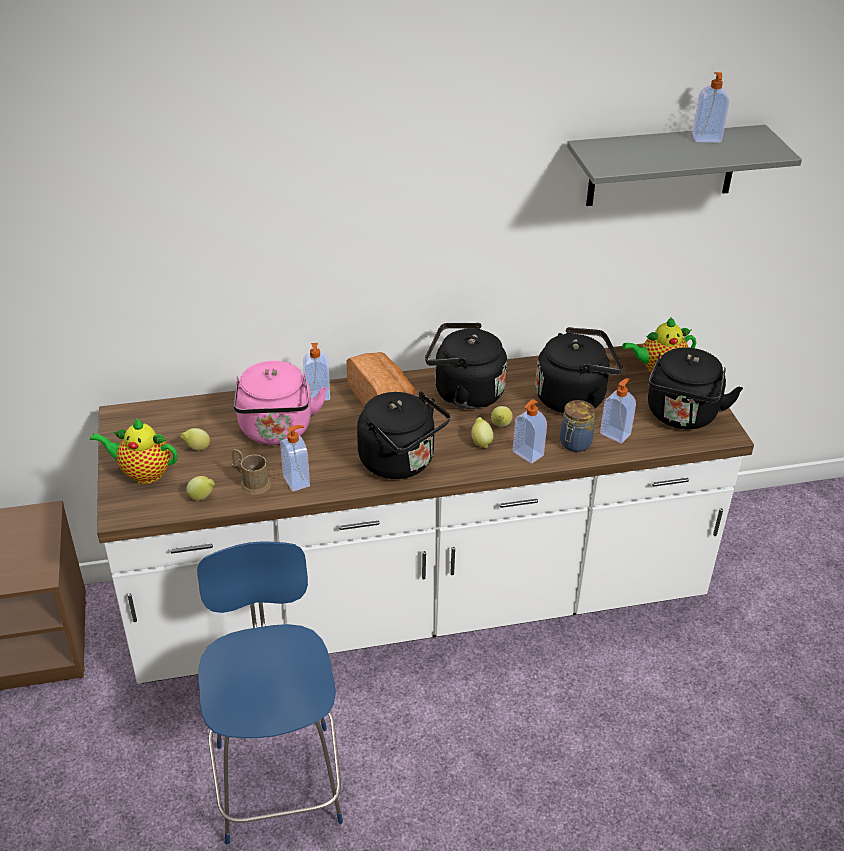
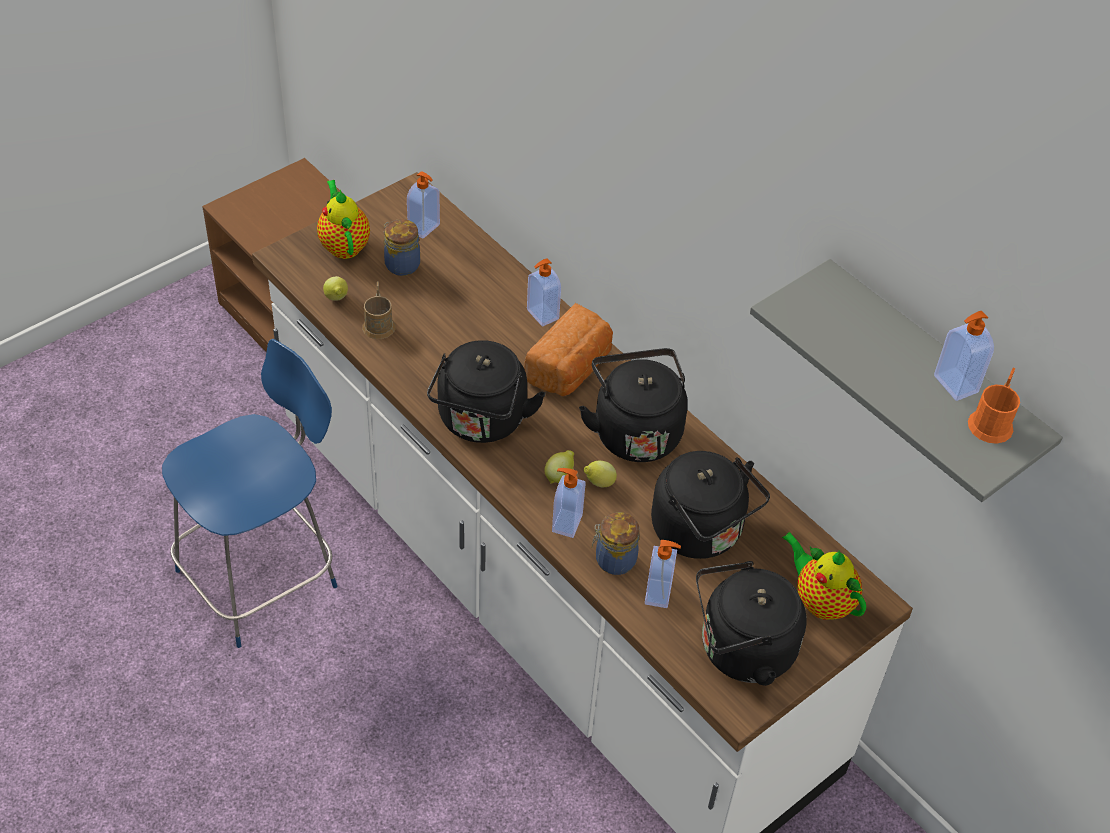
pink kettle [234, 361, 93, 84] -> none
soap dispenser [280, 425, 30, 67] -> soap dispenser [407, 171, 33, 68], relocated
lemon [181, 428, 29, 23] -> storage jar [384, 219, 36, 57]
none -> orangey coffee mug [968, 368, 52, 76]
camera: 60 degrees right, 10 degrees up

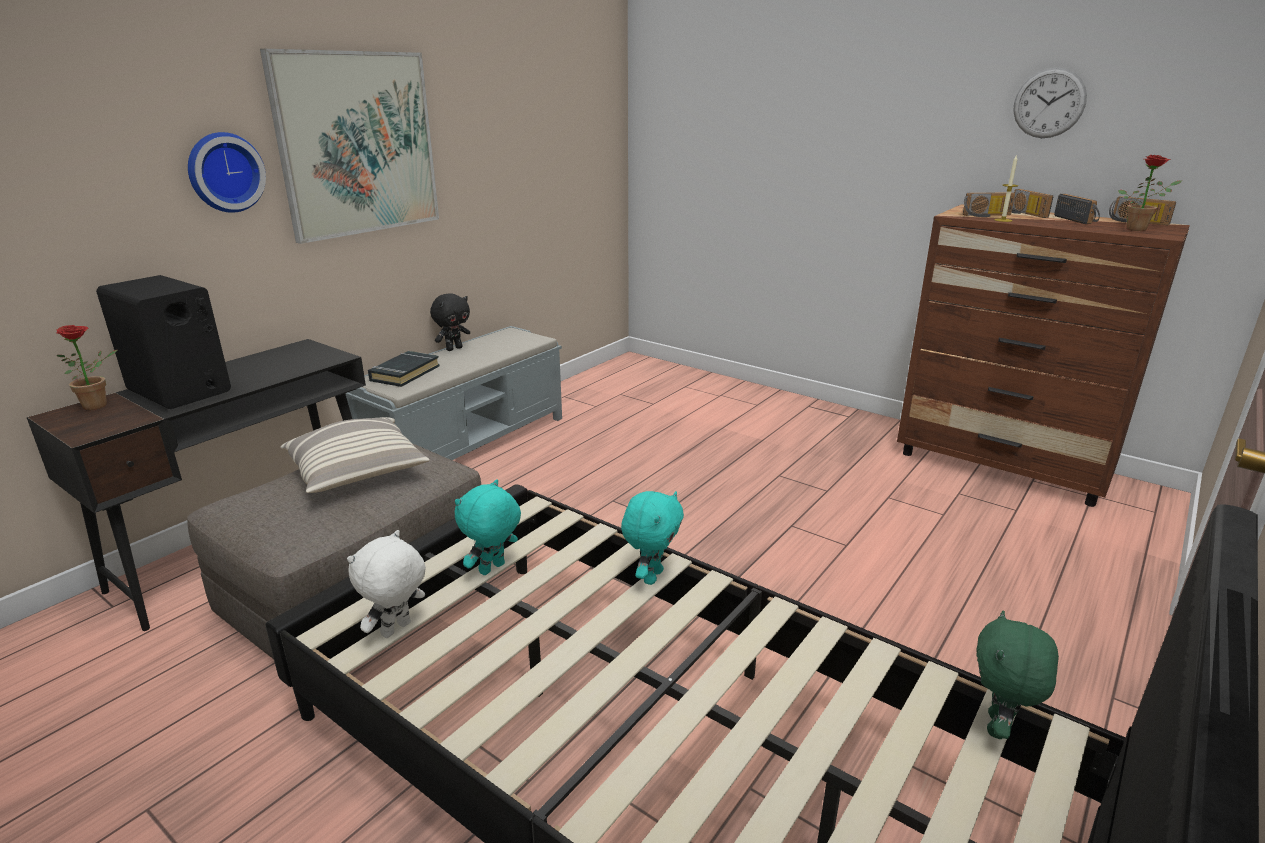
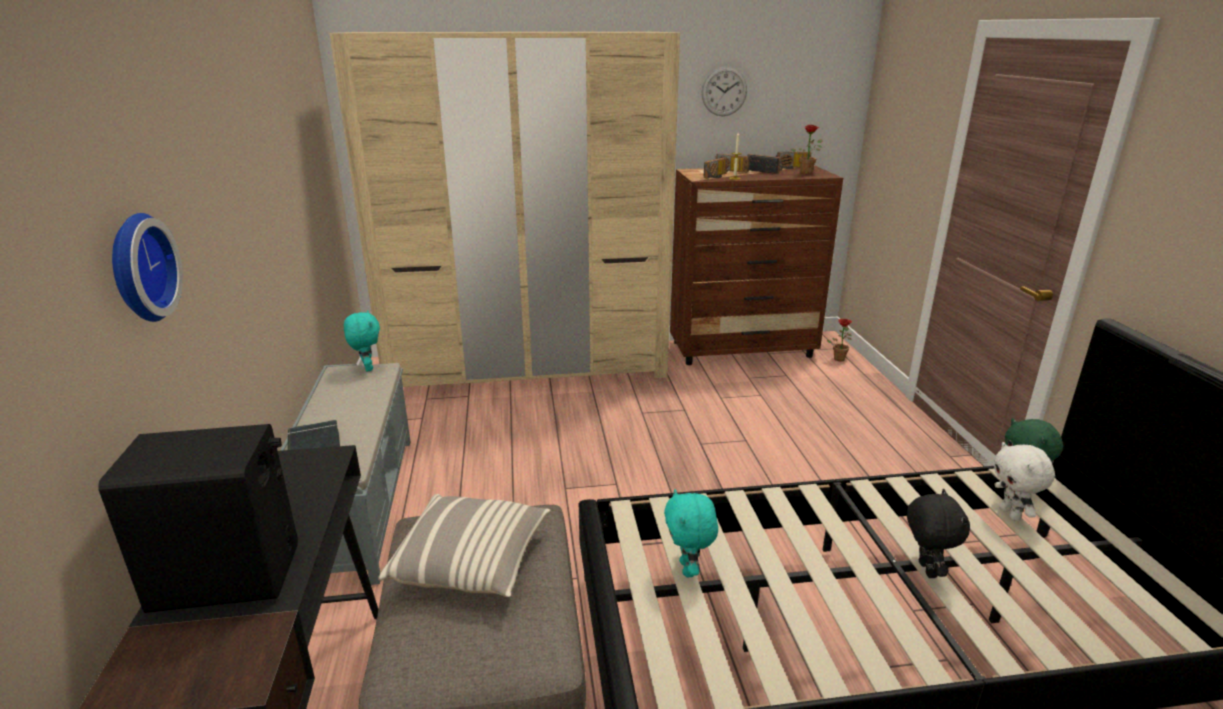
picture [260, 49, 179, 195] -> none
black-coloured cuddly toy [430, 293, 40, 58] -> black-coloured cuddly toy [907, 489, 63, 89], relocated
potted plant [56, 325, 62, 85] -> potted plant [827, 319, 25, 42], relocated
turquoise-coloured cuddly toy [621, 491, 63, 94] -> turquoise-coloured cuddly toy [344, 310, 36, 61], relocated
white-coloured cuddly toy [347, 530, 79, 108] -> white-coloured cuddly toy [994, 442, 61, 79], relocated
none -> beige wardrobe [329, 32, 351, 355]
camera: 45 degrees left, 0 degrees up

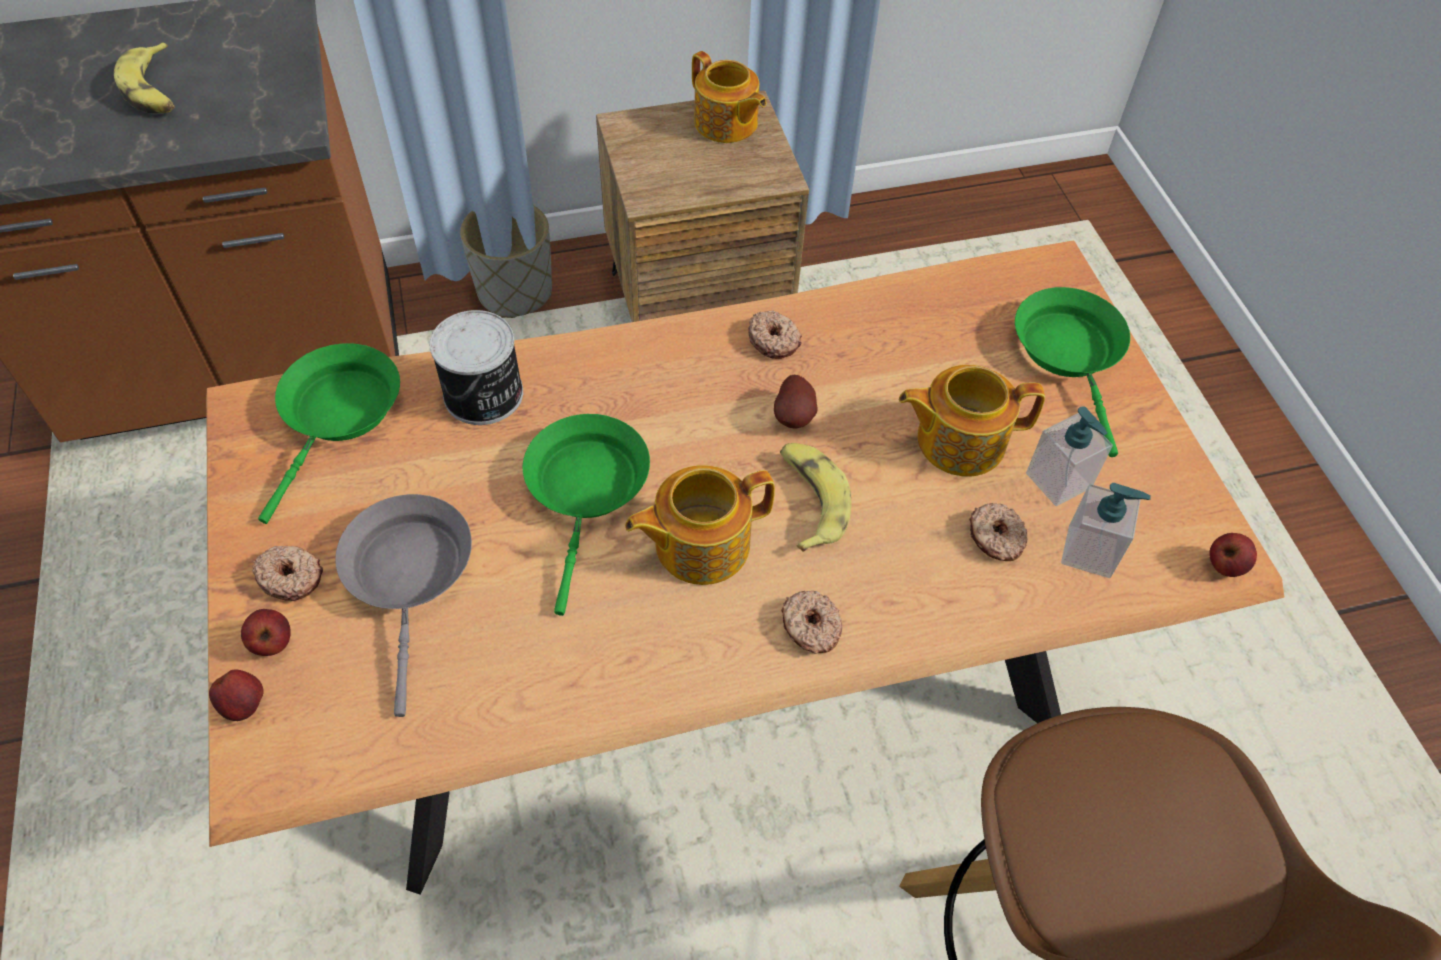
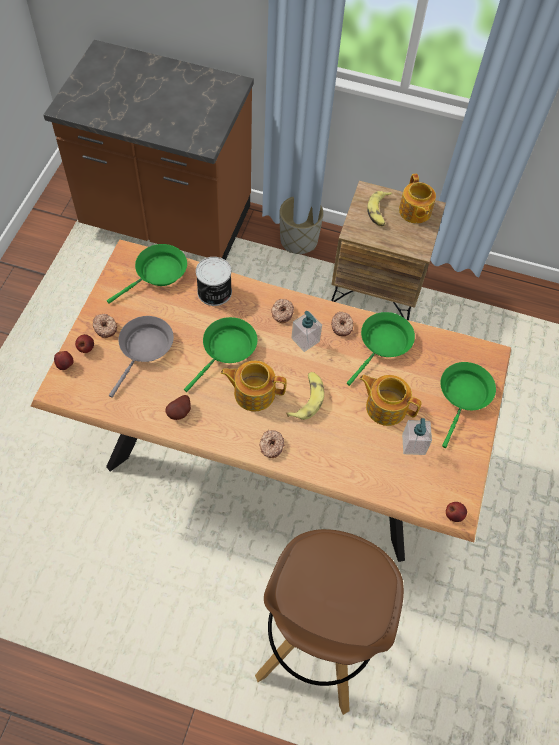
banana fruit [114, 42, 61, 71] -> banana fruit [367, 191, 25, 35], relocated
potato [774, 375, 44, 54] -> potato [165, 395, 26, 25], relocated
soap dispenser [1061, 483, 90, 95] -> soap dispenser [291, 311, 31, 41], relocated
ring doughnut [969, 503, 59, 58] -> ring doughnut [271, 298, 23, 25], relocated
none -> green-coloured pan [347, 312, 68, 74]
camera: 30 degrees right, 5 degrees up

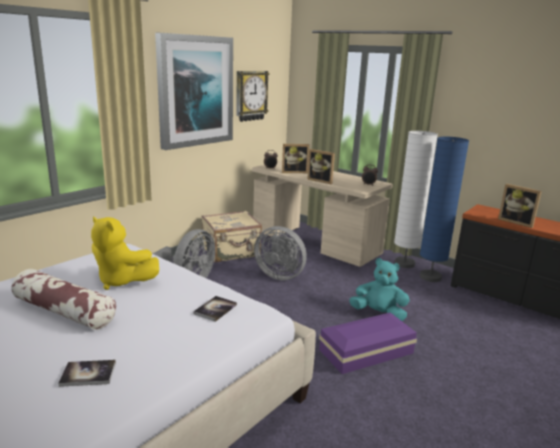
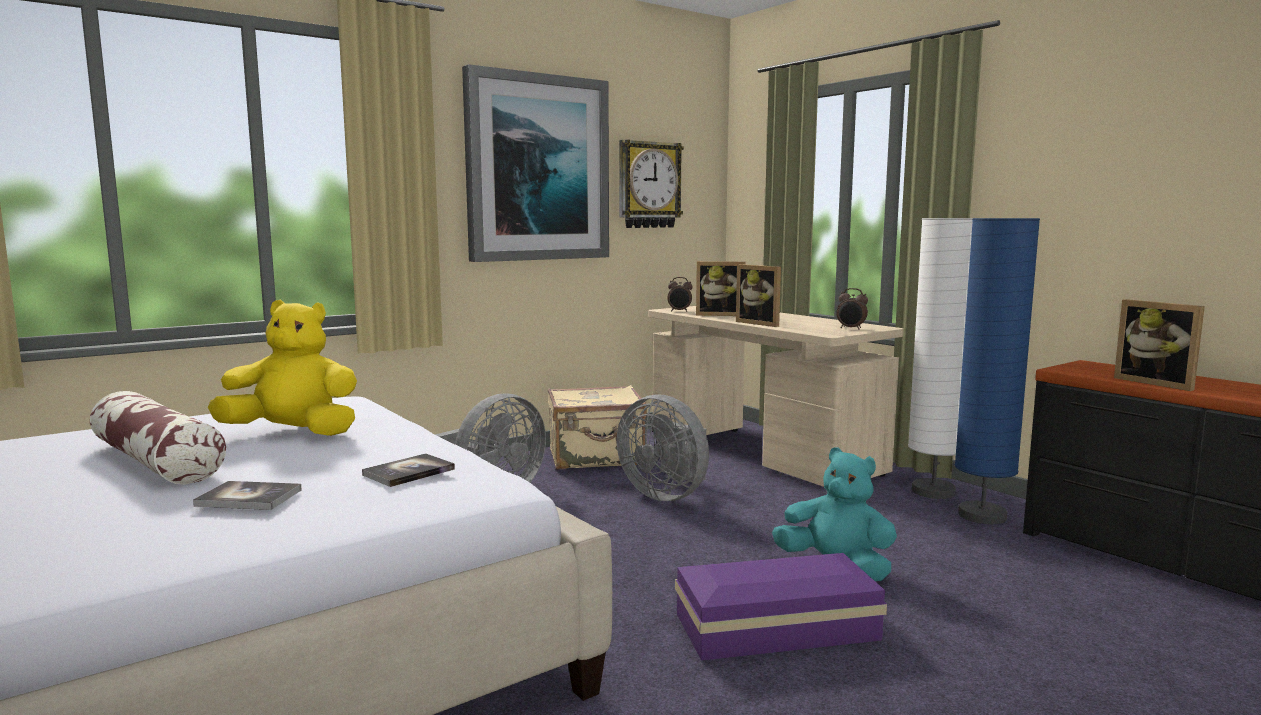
yellow cuddly toy [91, 216, 68, 74] -> yellow cuddly toy [208, 300, 149, 136], 135 degrees clockwise
book [58, 360, 58, 27] -> book [193, 481, 109, 29], relocated
camera: 15 degrees right, 10 degrees down

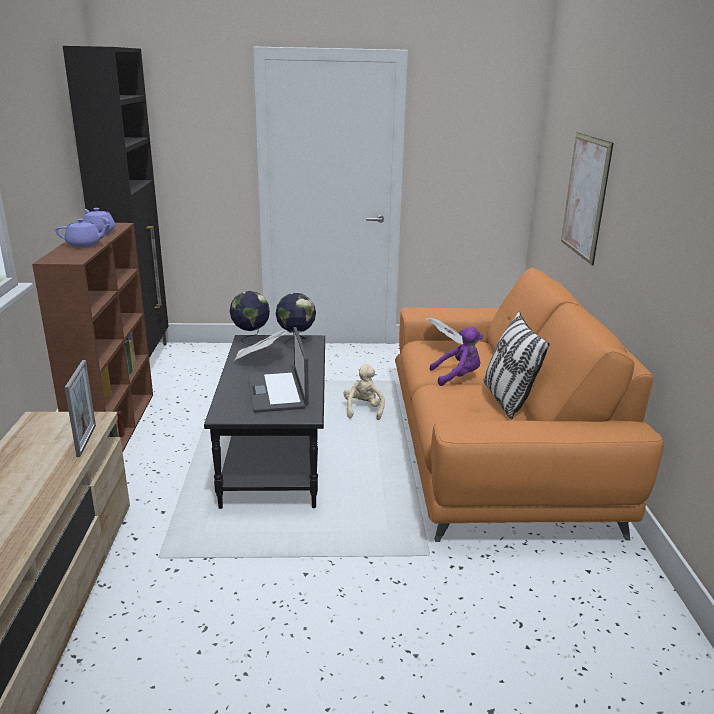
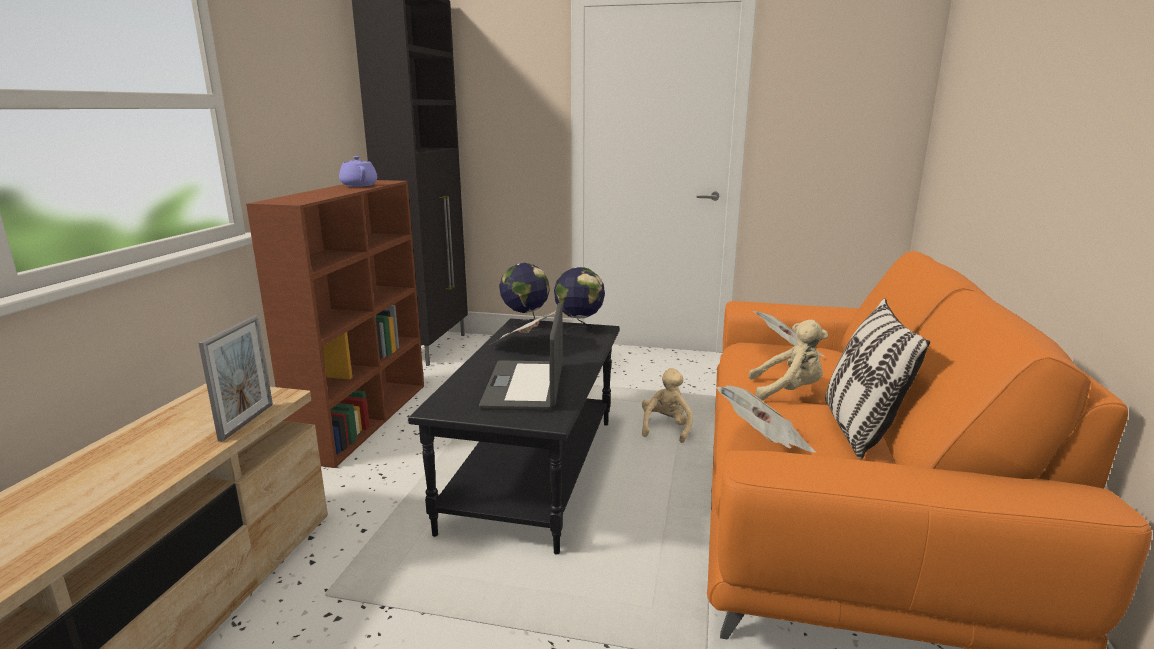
picture [561, 133, 53, 133] -> none
purple-coloured pot for tea [55, 219, 56, 29] -> none
purple-coloured cuddly toy [430, 327, 53, 59] -> beige cuddly toy [749, 320, 79, 80]
none -> newspaper [716, 385, 100, 68]
camera: 15 degrees right, 5 degrees down

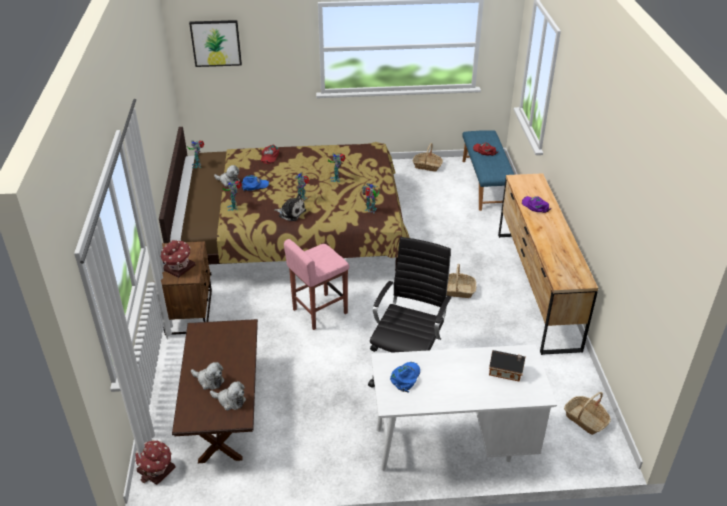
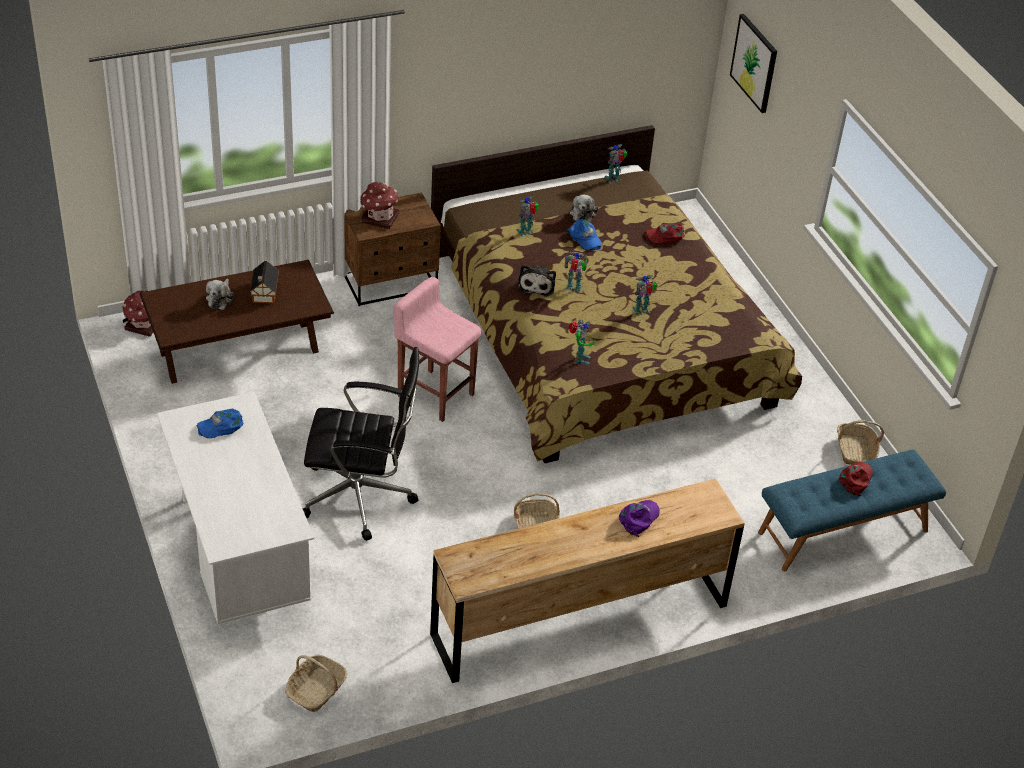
toy house [489, 350, 36, 32] -> toy house [250, 261, 29, 42], relocated
blue peaked cap [390, 362, 30, 31] -> blue peaked cap [196, 408, 47, 30], 150 degrees clockwise
cuddly toy [210, 381, 36, 30] -> none
camera: 70 degrees right, 5 degrees up

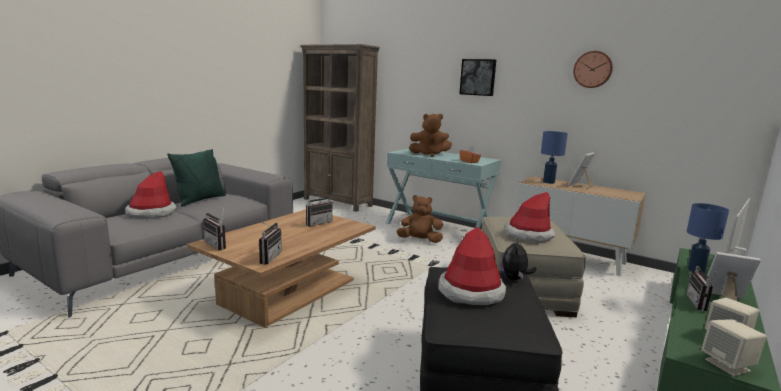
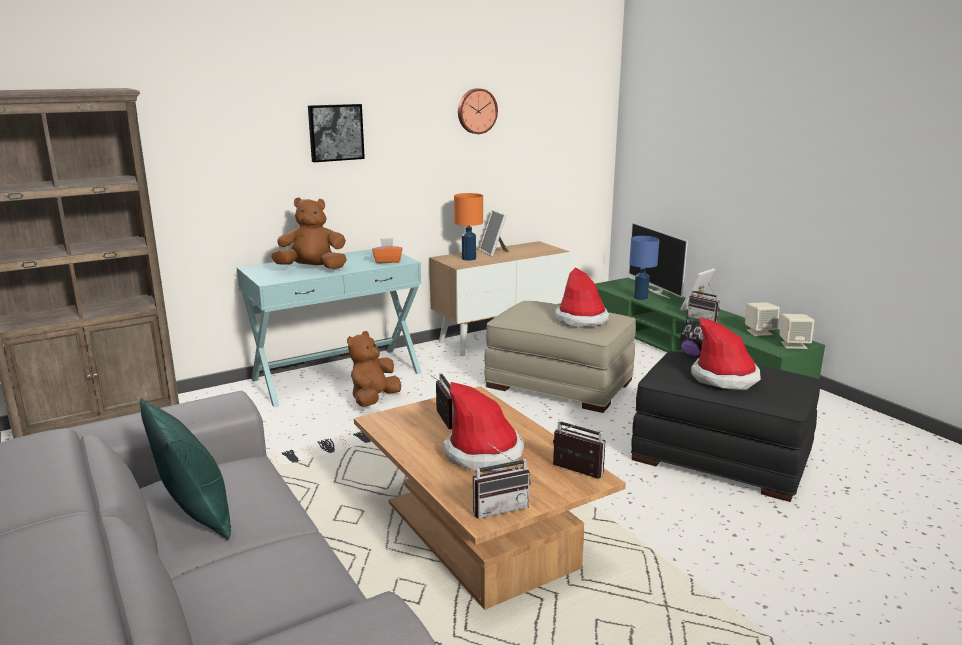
brownish cuddly toy [409, 114, 43, 43] -> brownish cuddly toy [271, 198, 76, 71], 120 degrees counterclockwise
blue lamp for a table [541, 131, 27, 53] -> orangey lamp for a table [454, 193, 29, 68]
hat [125, 171, 52, 47] -> hat [443, 382, 81, 90], relocated
camera: 65 degrees left, 5 degrees up

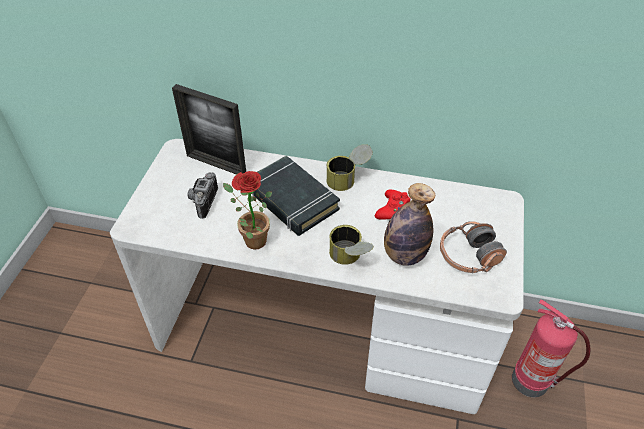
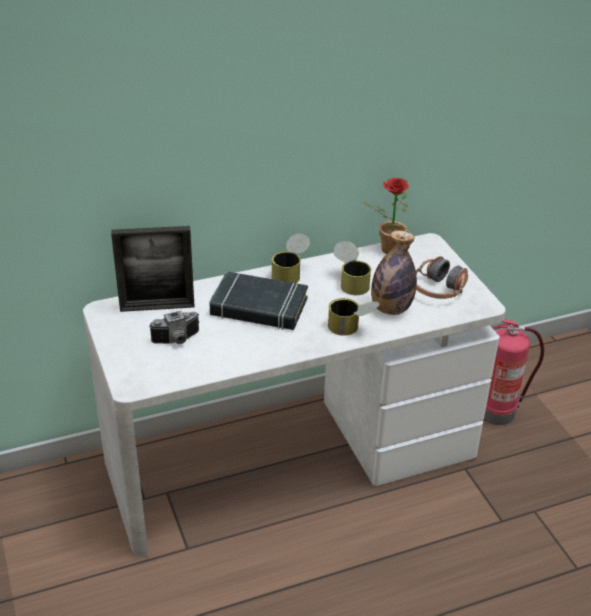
potted plant [223, 171, 49, 79] -> potted plant [363, 178, 49, 76], relocated
still camera [188, 173, 30, 46] -> still camera [149, 310, 50, 34], 90 degrees counterclockwise
reddish game controller [375, 189, 35, 31] -> sealed can [334, 241, 37, 54]
camera: 35 degrees left, 10 degrees down

